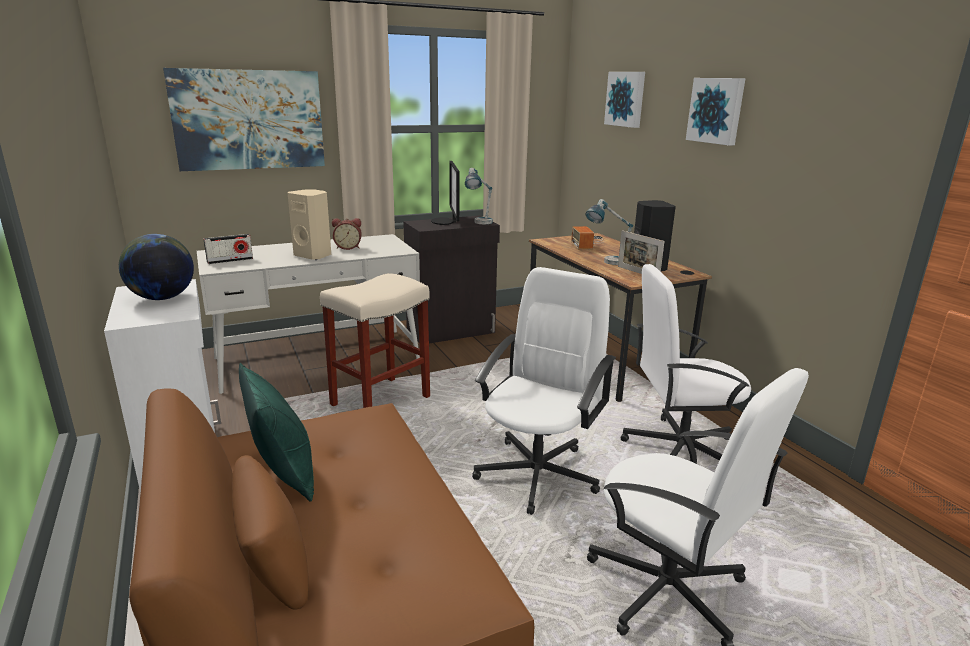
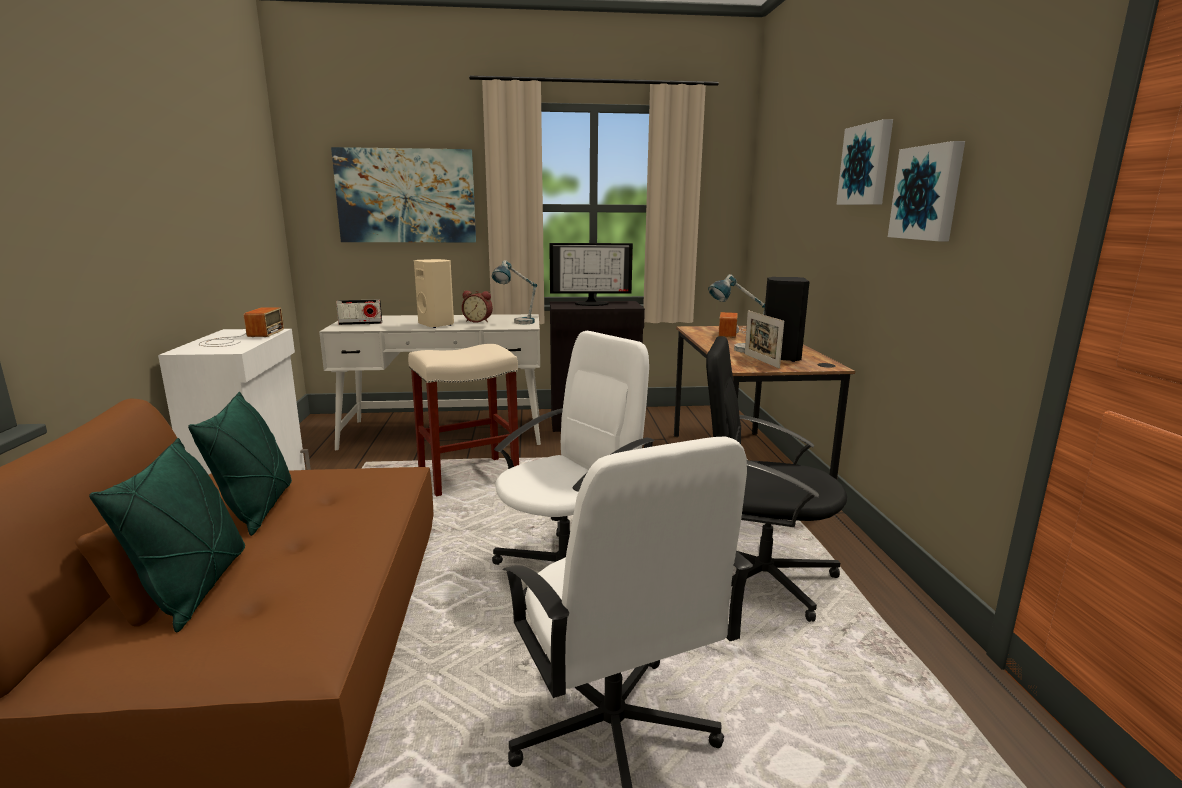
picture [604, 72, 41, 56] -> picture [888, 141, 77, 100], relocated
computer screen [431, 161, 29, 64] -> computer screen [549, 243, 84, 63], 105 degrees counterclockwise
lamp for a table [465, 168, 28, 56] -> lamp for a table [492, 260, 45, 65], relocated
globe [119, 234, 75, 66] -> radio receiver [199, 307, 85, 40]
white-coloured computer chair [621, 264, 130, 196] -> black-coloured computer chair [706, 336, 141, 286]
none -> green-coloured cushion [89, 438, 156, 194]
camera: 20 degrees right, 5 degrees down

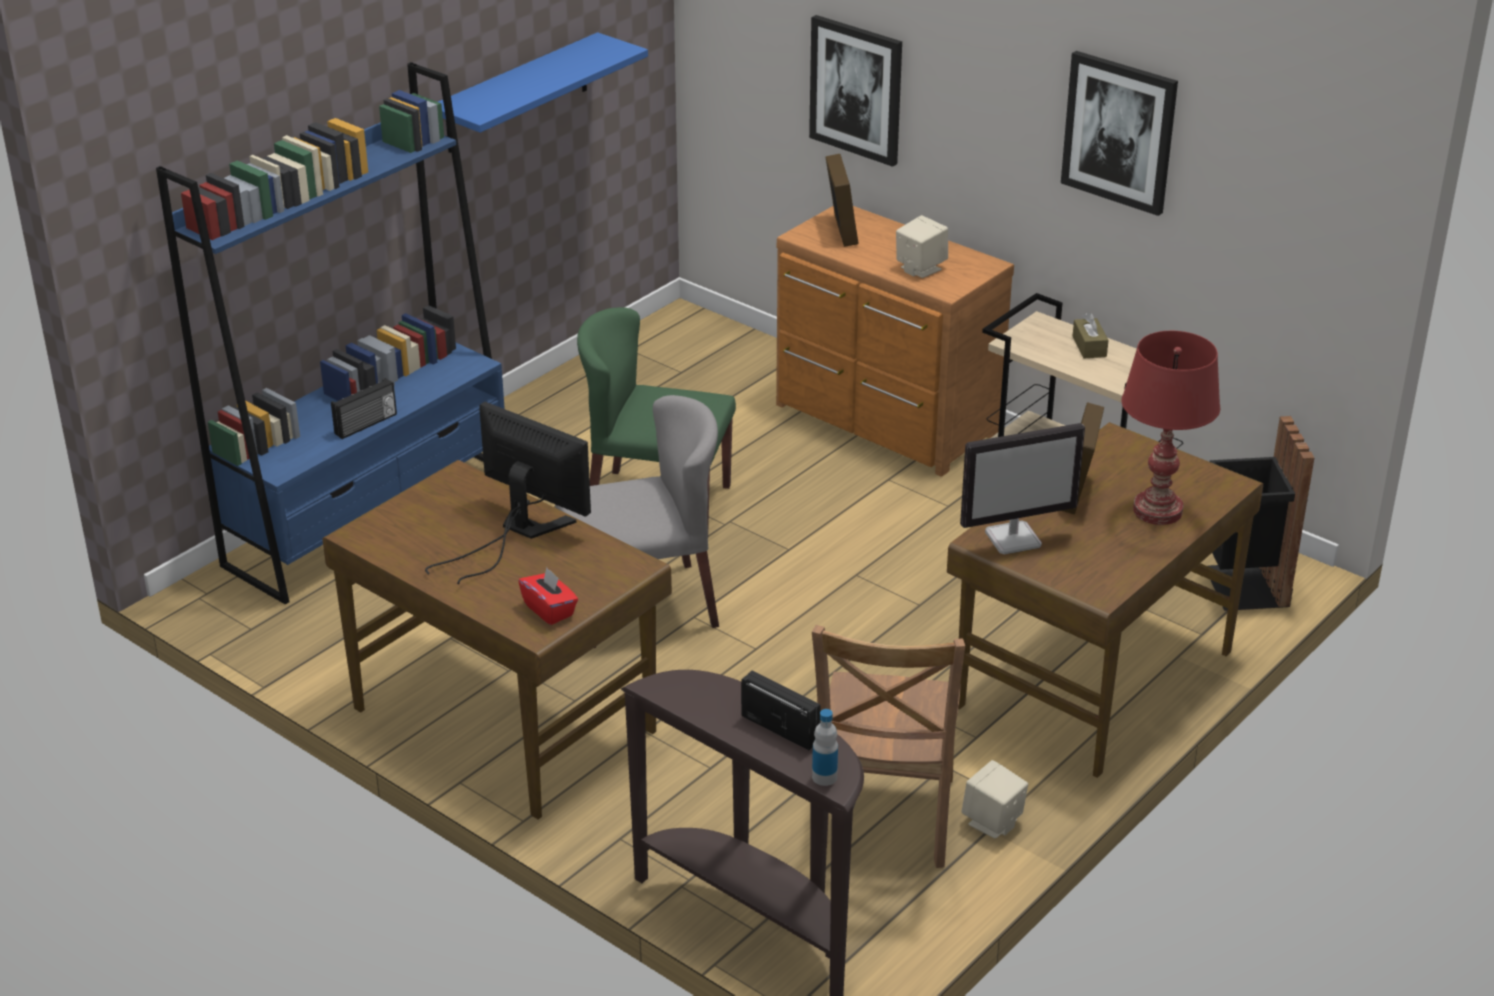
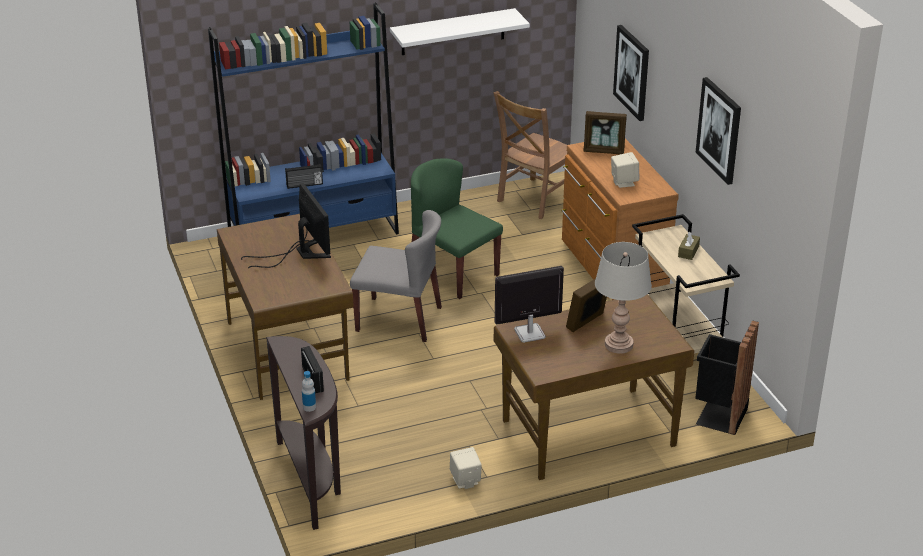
blue bracket shelf [438, 32, 210, 121] -> white-coloured bracket shelf [390, 8, 140, 47]
photo frame [825, 154, 34, 93] -> photo frame [583, 111, 44, 44], 75 degrees clockwise
reddish lamp for a table [1121, 331, 99, 194] -> greyish lamp for a table [595, 242, 57, 112]
computer screen [960, 423, 125, 131] -> computer screen [495, 266, 69, 77], 150 degrees clockwise
reddish box of tissues [518, 567, 60, 58] -> none
brownish chair [812, 625, 153, 243] -> brownish chair [493, 91, 74, 128], relocated
camera: 30 degrees right, 0 degrees up

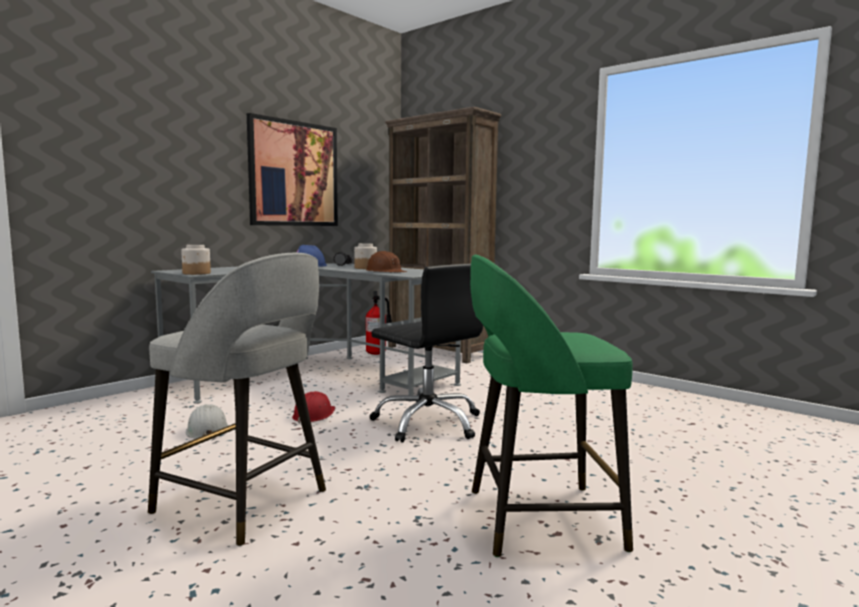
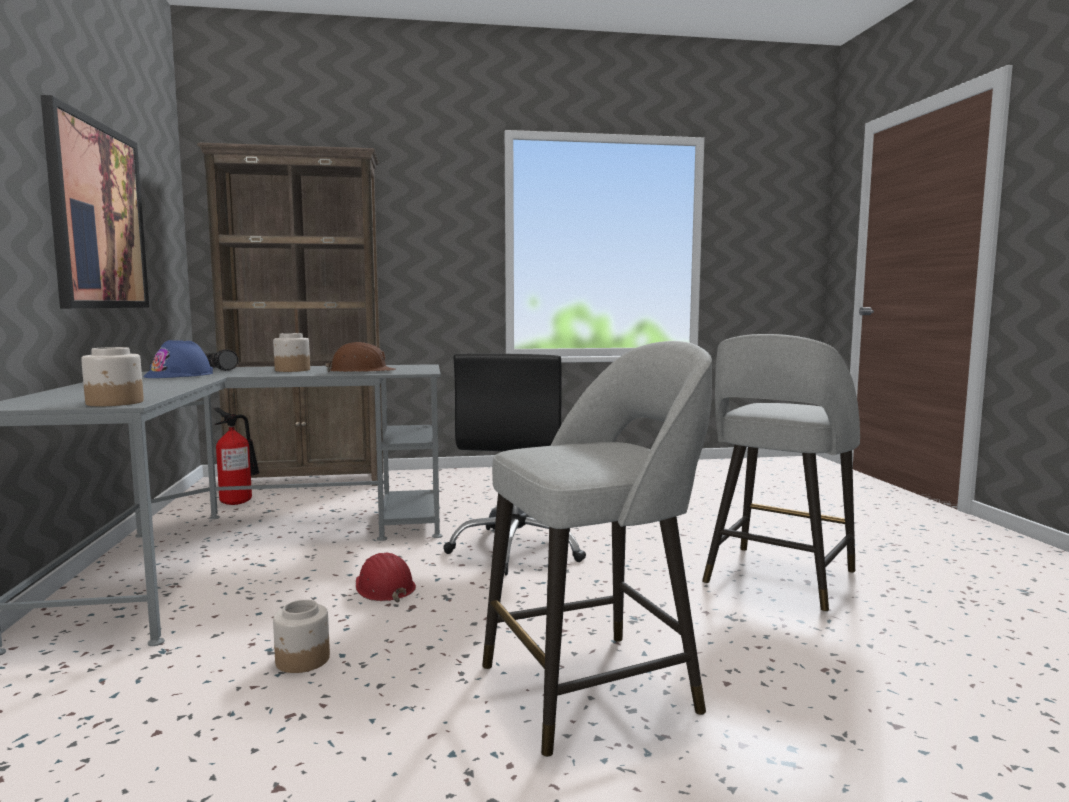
green-coloured stool [470, 255, 163, 302] -> greyish stool [702, 334, 158, 278]
black-coloured computer chair [369, 264, 114, 179] -> black-coloured computer chair [443, 354, 143, 222], 105 degrees clockwise
white-coloured work helmet [186, 404, 43, 35] -> storage jar [273, 600, 57, 73]
camera: 50 degrees left, 0 degrees up

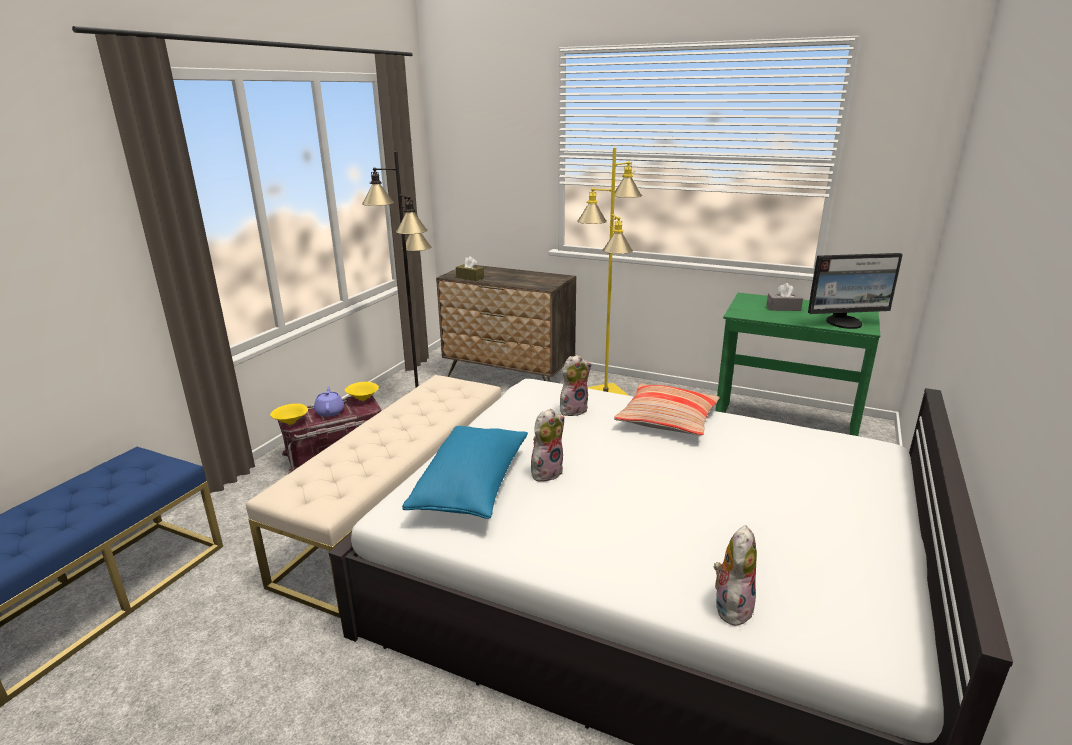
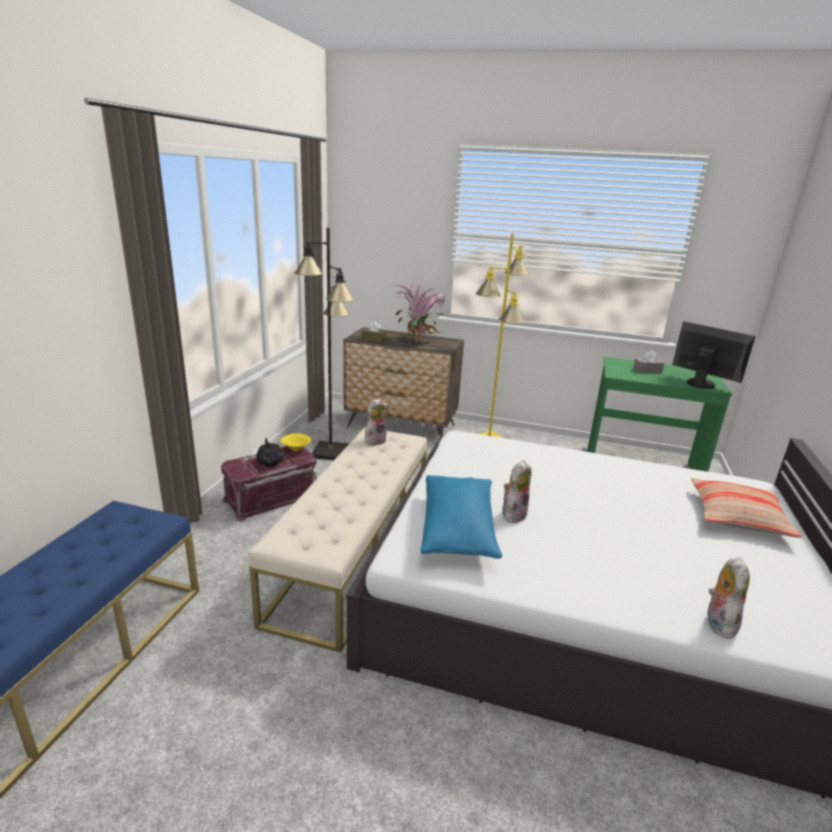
computer screen [808, 253, 95, 76] -> computer screen [672, 321, 84, 68], 120 degrees counterclockwise
cuddly toy [560, 355, 32, 61] -> cuddly toy [365, 398, 24, 48], relocated
cushion [614, 383, 106, 53] -> cushion [691, 478, 111, 60], relocated
purple-coloured pot for tea [314, 386, 30, 31] -> black-coloured pot for tea [256, 438, 28, 28]
yellow bowl [270, 404, 38, 21] -> none
none -> potted plant [394, 279, 51, 65]
camera: 10 degrees left, 0 degrees up

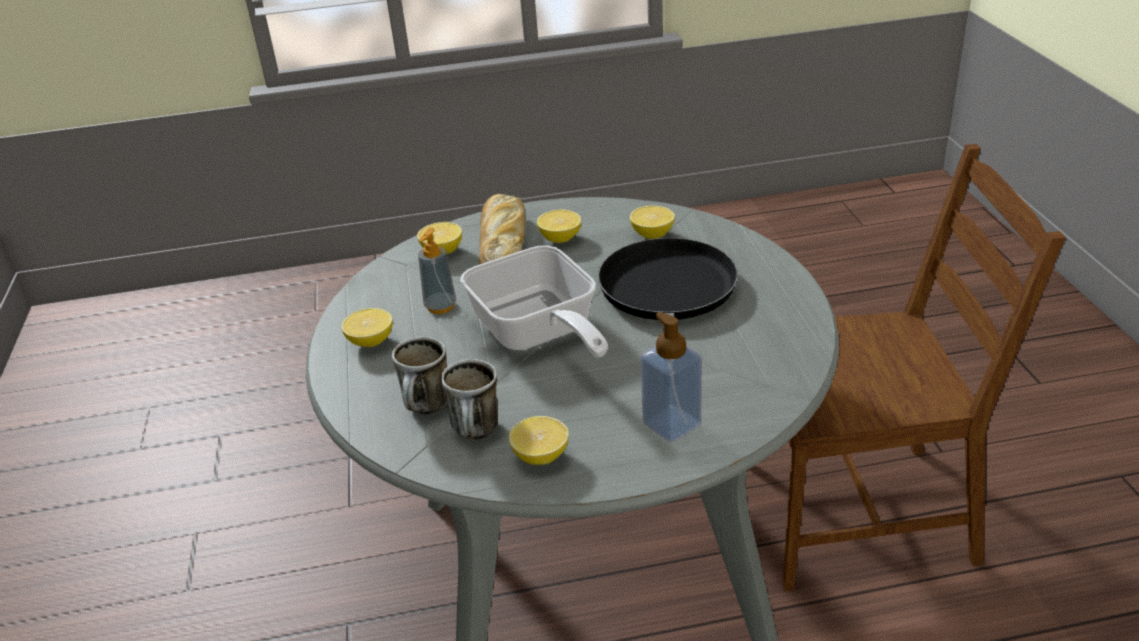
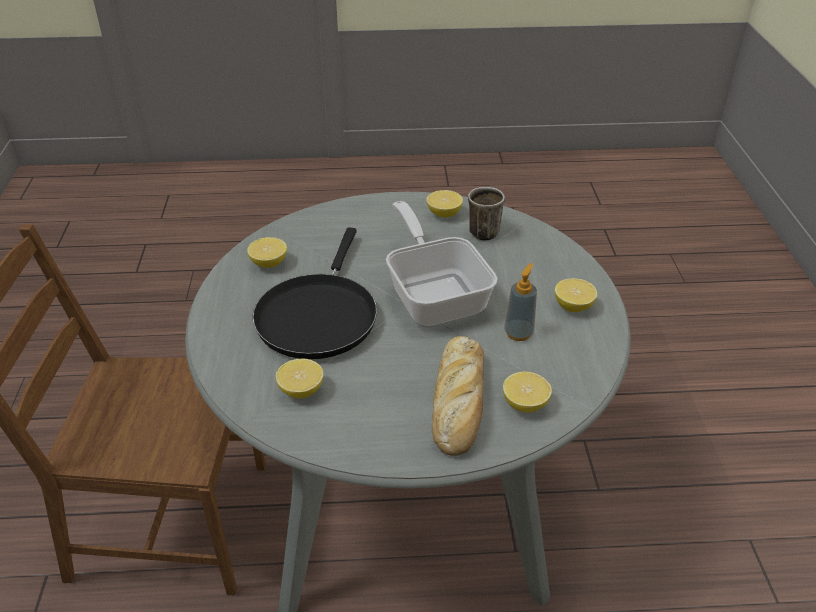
lemon [537, 209, 44, 34] -> lemon [247, 237, 40, 31], relocated
soap dispenser [641, 312, 61, 130] -> none
coffee mug [392, 336, 55, 79] -> none
camera: 175 degrees left, 5 degrees up

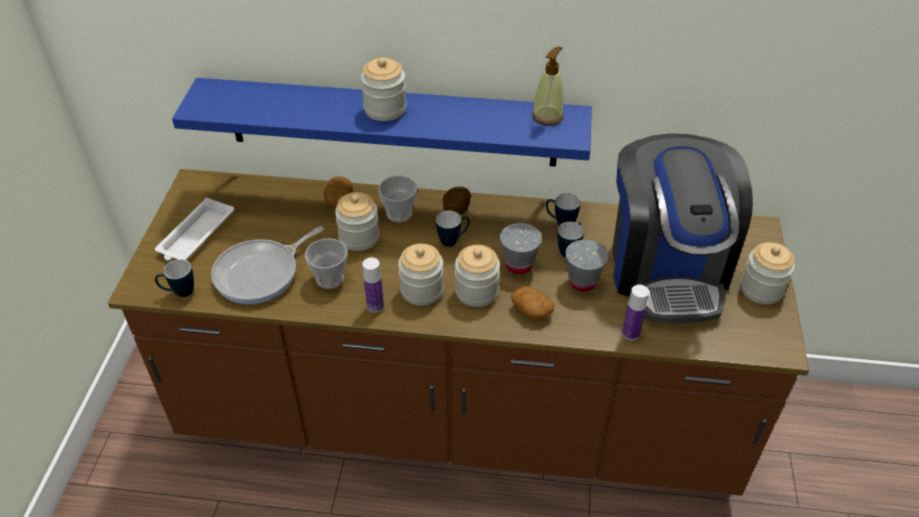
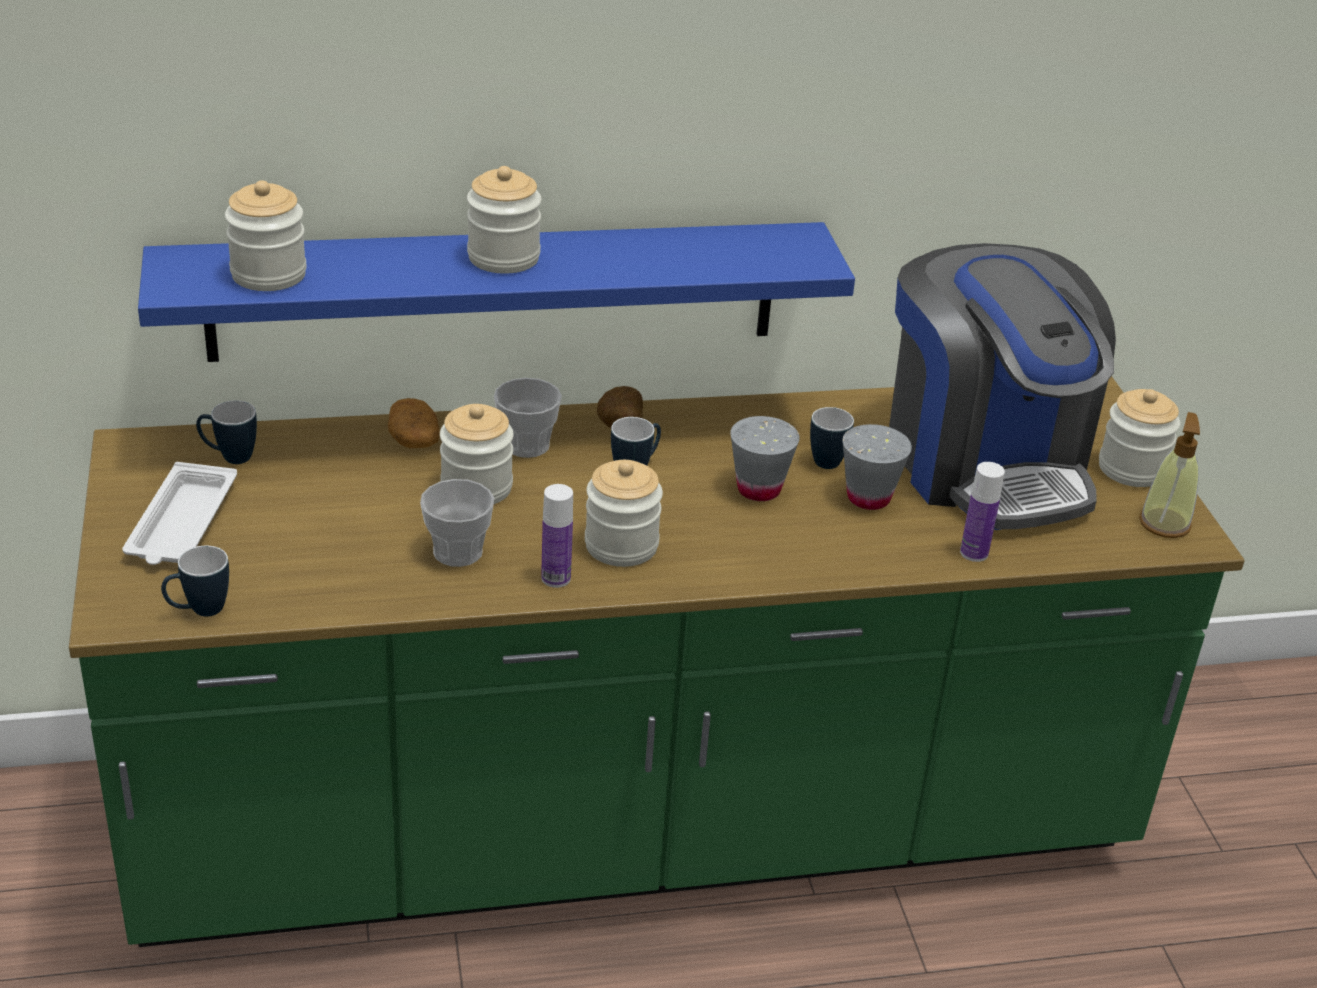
soap dispenser [532, 47, 32, 78] -> soap dispenser [1139, 412, 61, 126], relocated
brownish counter [108, 169, 701, 327] -> green-coloured counter [69, 376, 1176, 571]
coffee mug [546, 193, 35, 33] -> coffee mug [196, 400, 61, 64], relocated
pan [211, 226, 113, 78] -> none
storage jar [455, 245, 45, 62] -> storage jar [225, 180, 82, 111], relocated
potato [511, 286, 43, 34] -> none
camera: 20 degrees left, 10 degrees down

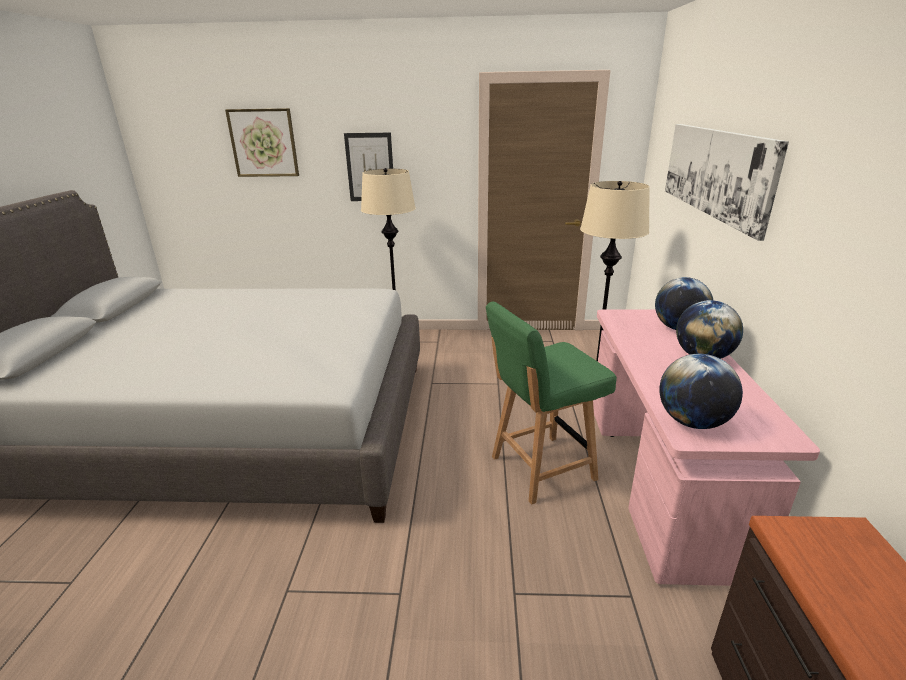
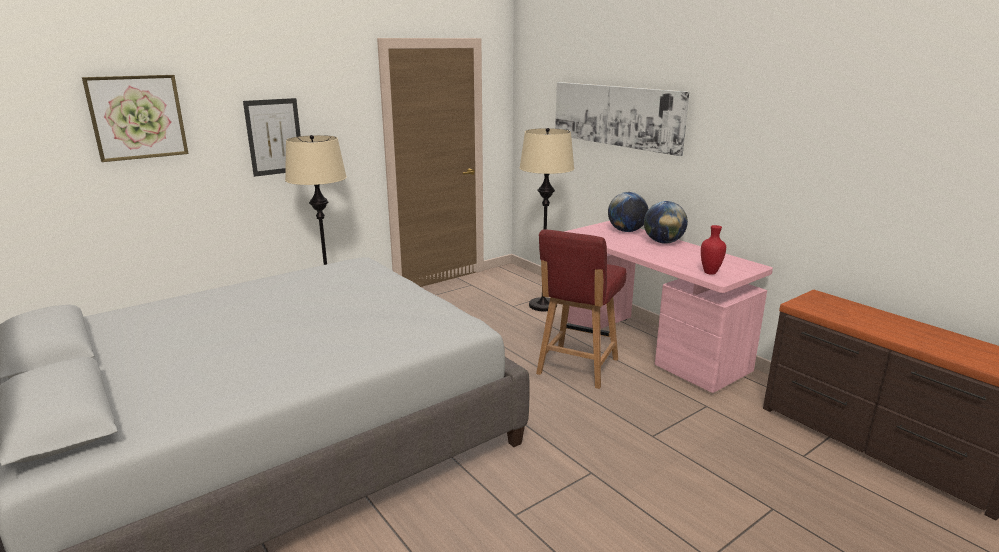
green-coloured chair [486, 302, 131, 203] -> reddish chair [536, 229, 91, 160]
globe [659, 354, 84, 75] -> reddish decorative vase [701, 225, 25, 50]
camera: 40 degrees left, 5 degrees down

